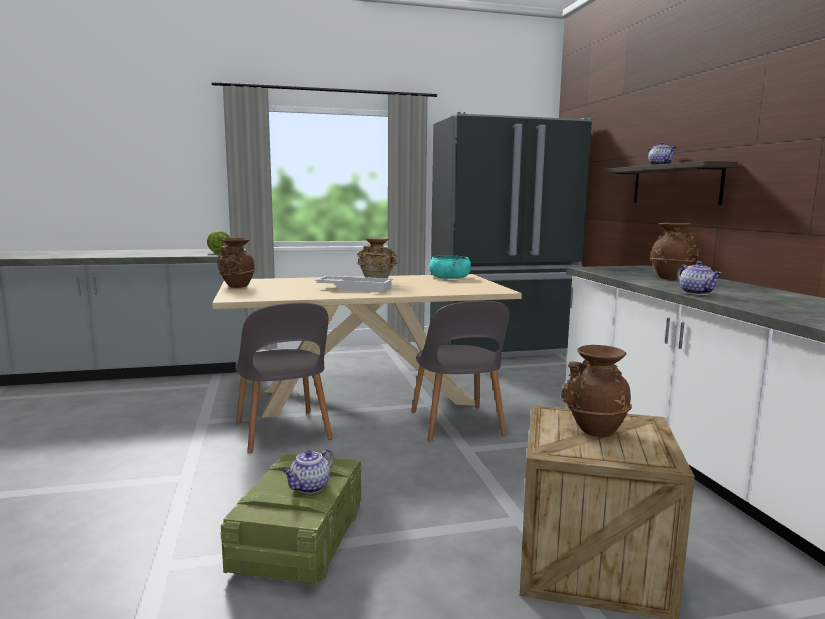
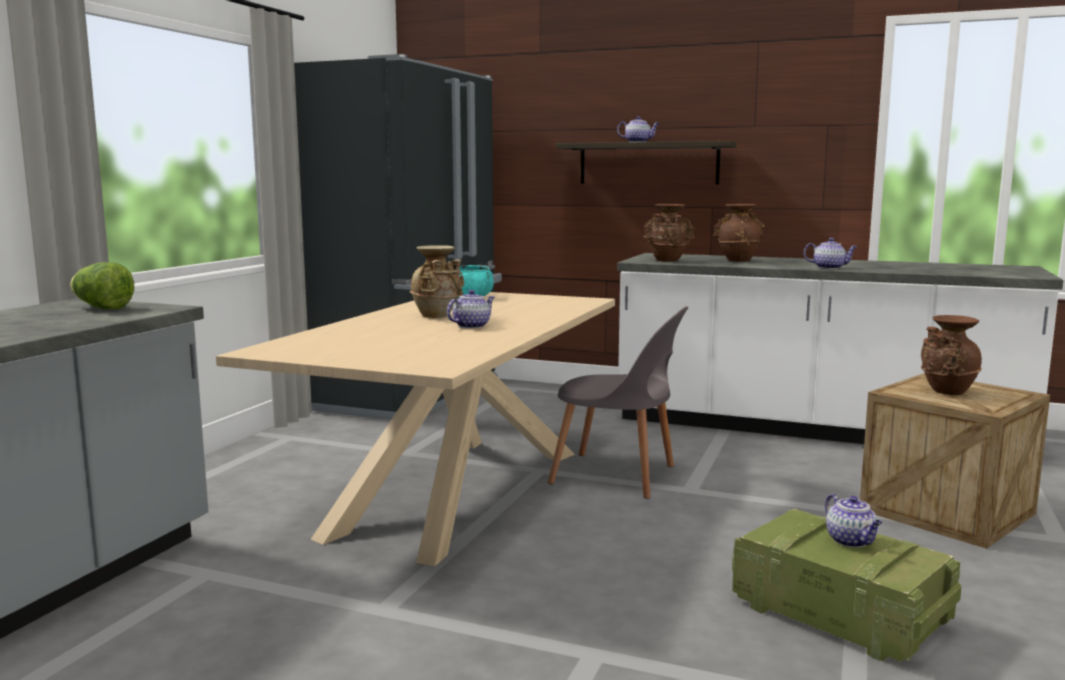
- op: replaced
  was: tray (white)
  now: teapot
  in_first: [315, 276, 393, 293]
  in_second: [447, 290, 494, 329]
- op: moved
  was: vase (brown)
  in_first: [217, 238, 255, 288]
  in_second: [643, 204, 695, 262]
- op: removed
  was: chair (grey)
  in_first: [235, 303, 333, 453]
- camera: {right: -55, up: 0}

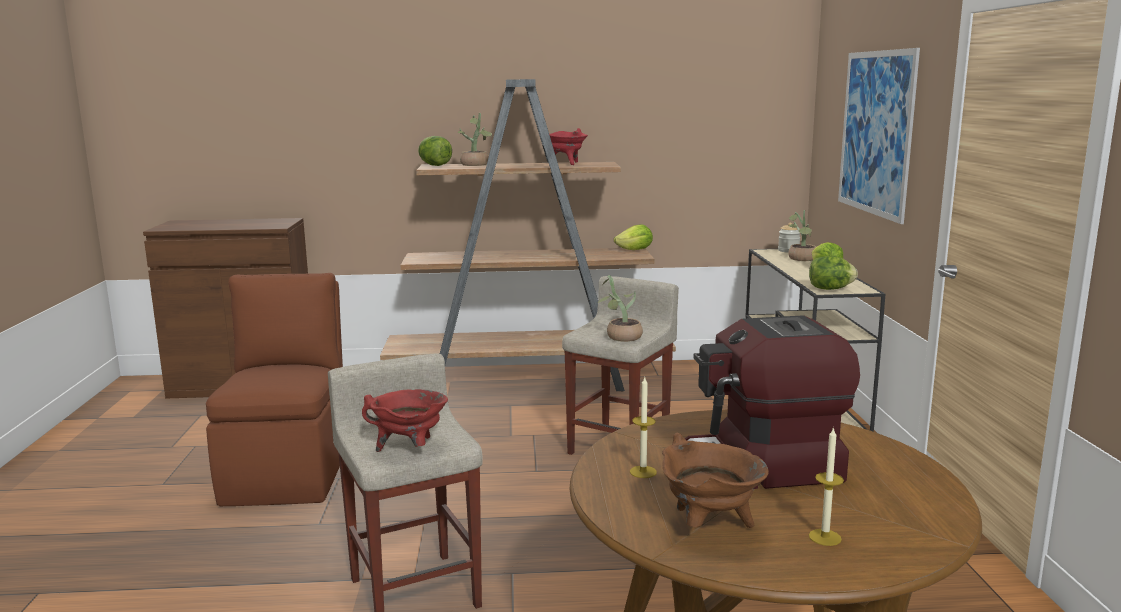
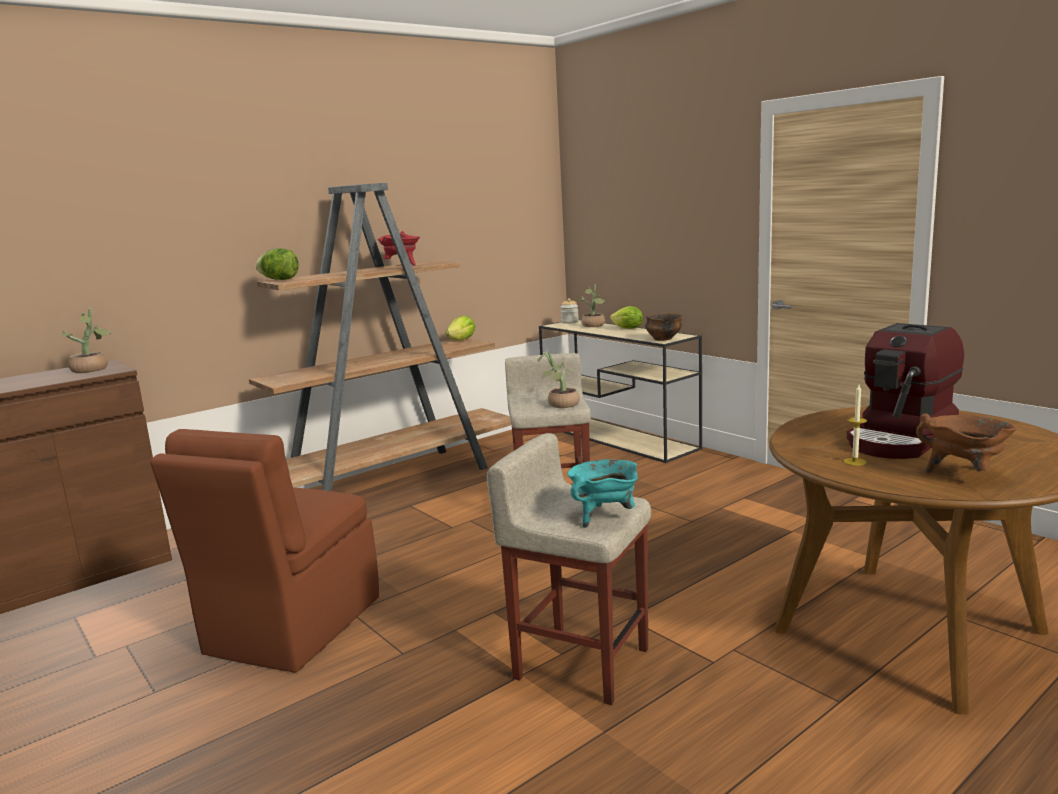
- op: moved
  was: potted plant
  in_first: [458, 113, 492, 166]
  in_second: [62, 309, 111, 373]
- op: turned
  was: chair (brown)
  in_first: [206, 273, 343, 506]
  in_second: [150, 429, 379, 673]
  clockwise: -120
- op: recoloured
  was: cooking pot (red)
  now: cooking pot (turquoise)
  in_first: [362, 389, 448, 452]
  in_second: [567, 459, 639, 528]
- op: replaced
  was: lettuce
  now: bowl
  in_first: [809, 256, 858, 290]
  in_second: [645, 313, 682, 341]
- op: removed
  was: candle
  in_first: [809, 427, 844, 546]
- op: removed
  was: picture
  in_first: [838, 48, 920, 224]
- camera: {right: -35, up: 0}

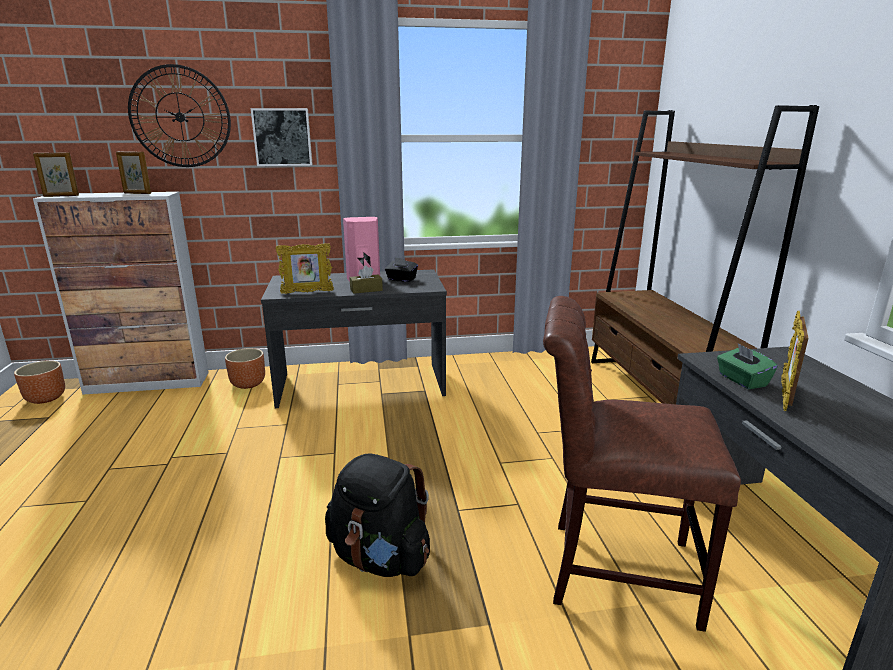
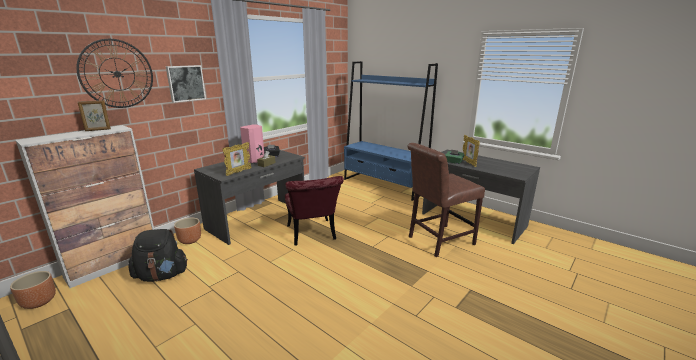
- op: moved
  was: backpack (black)
  in_first: [325, 453, 430, 577]
  in_second: [128, 229, 188, 282]
- op: added
  now: chair (red)
  in_second: [285, 176, 344, 246]
- op: recoloured
  was: bookcase (brown)
  now: bookcase (blue)
  in_first: [591, 105, 819, 405]
  in_second: [344, 61, 438, 201]
- op: removed
  was: picture frame
  in_first: [33, 152, 79, 197]
- camera: {right: -40, up: 0}

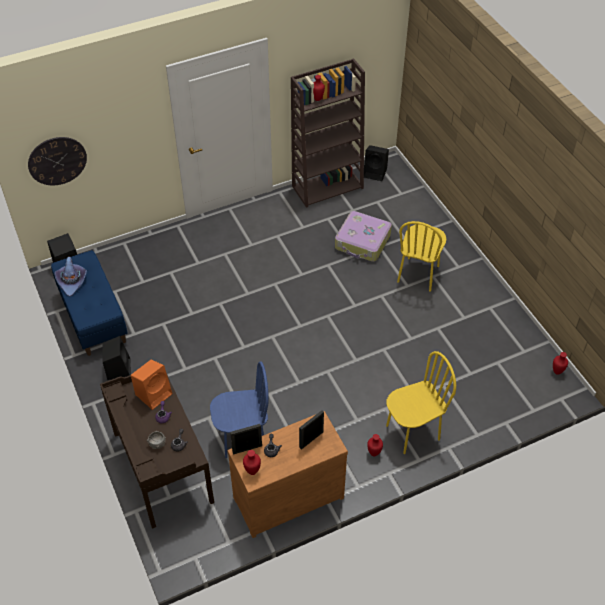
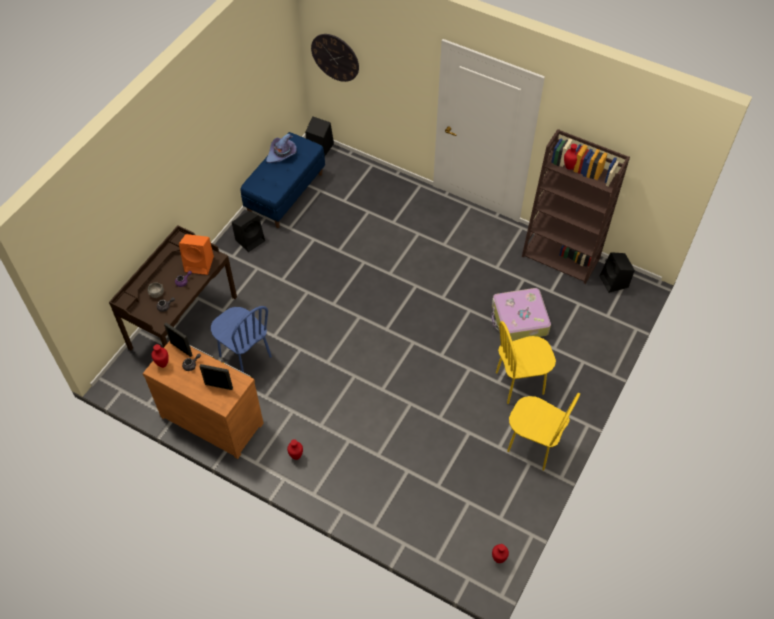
- op: moved
  was: chair (yellow)
  in_first: [386, 351, 456, 454]
  in_second: [507, 393, 580, 471]
- camera: {right: 55, up: 5}

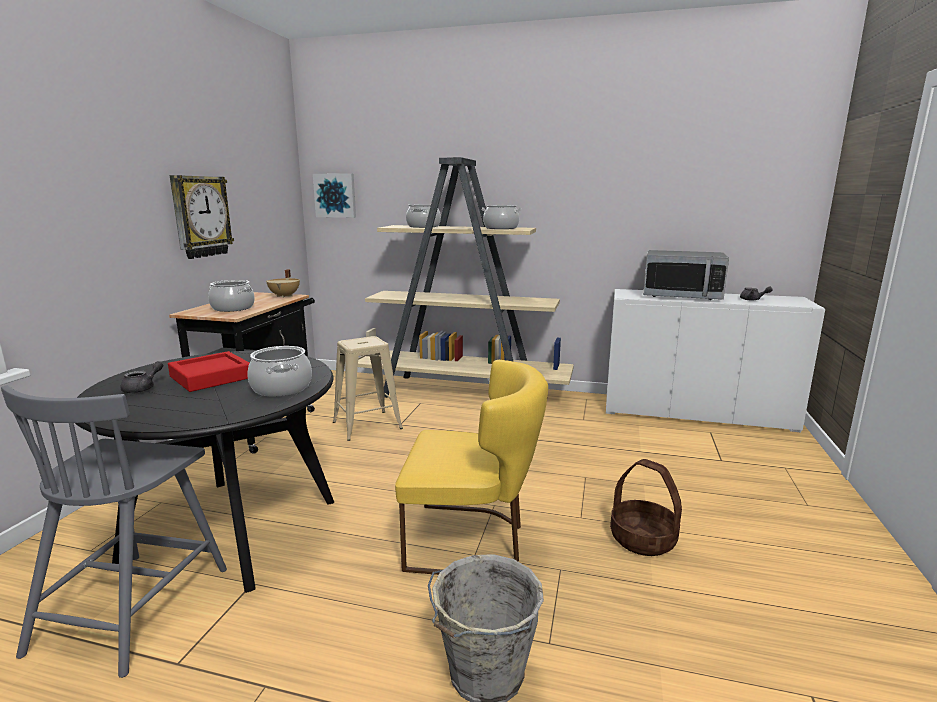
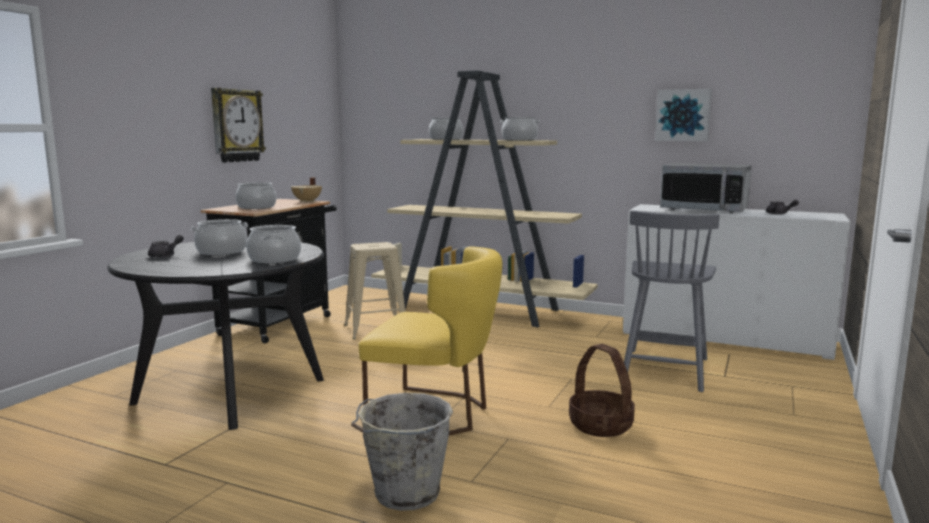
- op: replaced
  was: tray (red)
  now: cooking pot
  in_first: [168, 351, 250, 392]
  in_second: [190, 219, 248, 256]
- op: moved
  was: chair (grey)
  in_first: [1, 385, 227, 678]
  in_second: [624, 210, 720, 392]
- op: moved
  was: picture
  in_first: [313, 173, 356, 218]
  in_second: [655, 89, 712, 141]
- camera: {right: 10, up: -5}

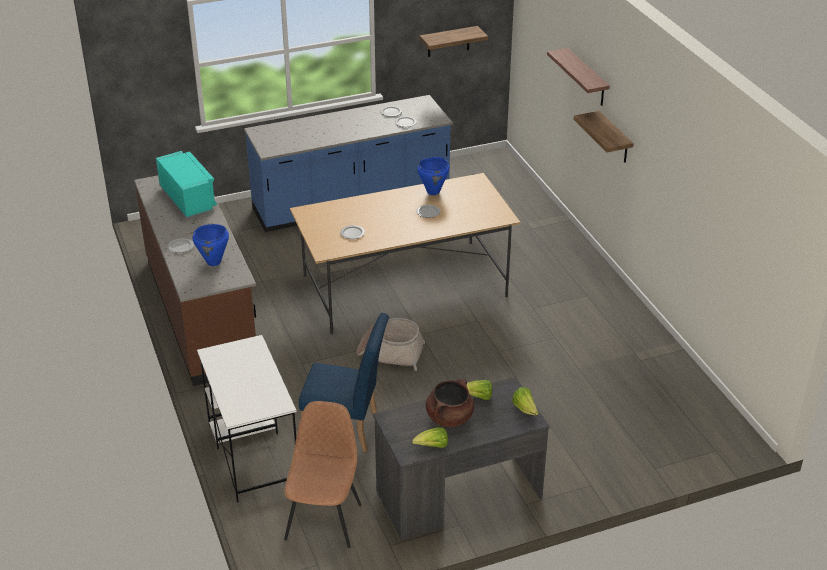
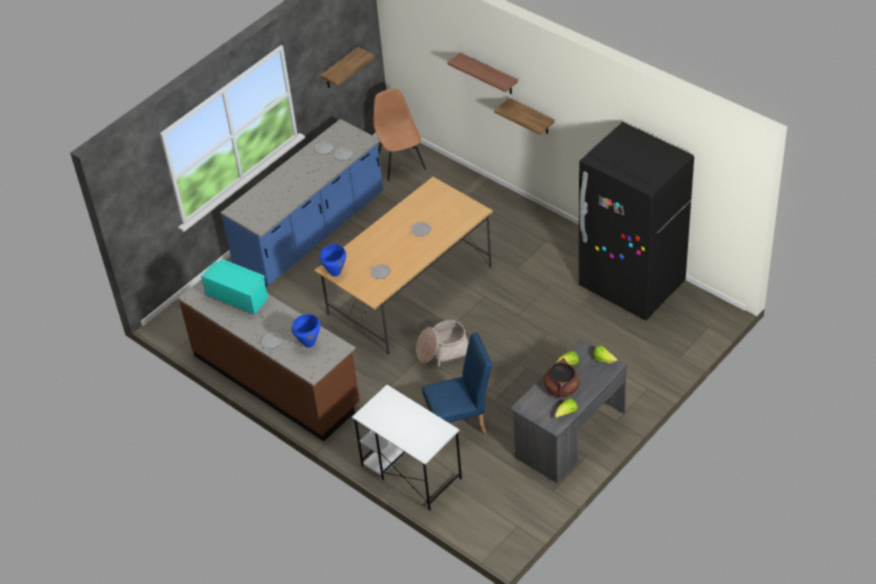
- op: moved
  was: cooking pot (blue)
  in_first: [417, 157, 450, 195]
  in_second: [319, 244, 346, 276]
- op: moved
  was: chair (brown)
  in_first: [284, 401, 361, 548]
  in_second: [374, 88, 426, 181]
- op: added
  now: fridge (black)
  in_second: [579, 122, 694, 321]
- camera: {right: -25, up: 10}

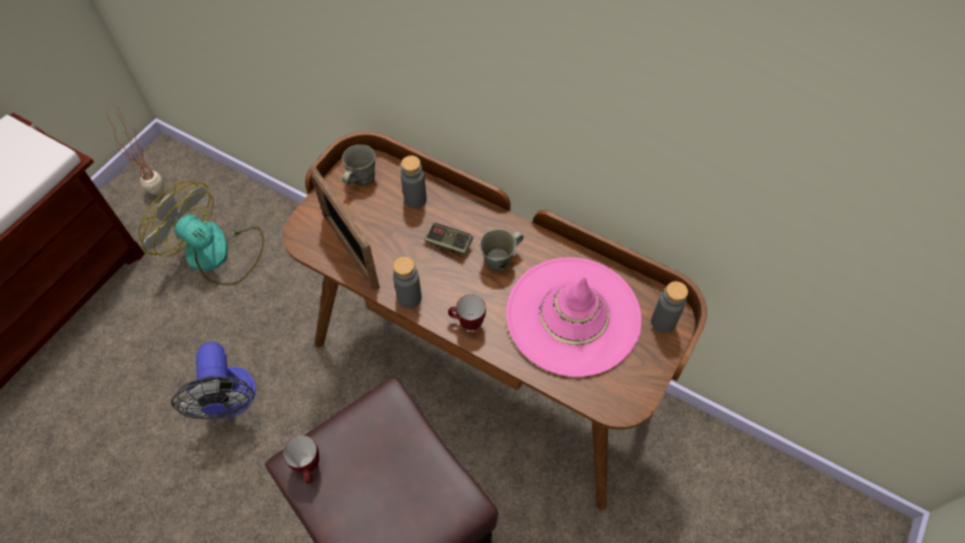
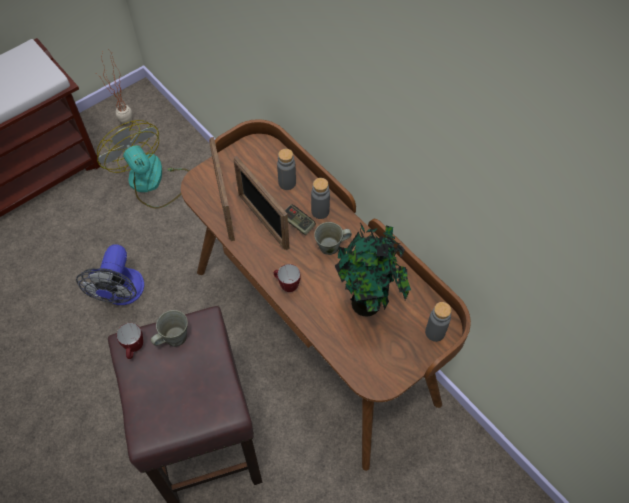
- op: moved
  was: mug (grey)
  in_first: [342, 145, 376, 186]
  in_second: [151, 310, 188, 347]
- op: added
  now: picture frame
  in_second: [233, 156, 289, 250]
- op: moved
  was: bottle (grey)
  in_first: [393, 257, 422, 309]
  in_second: [311, 178, 330, 219]
- op: replaced
  was: hat (pink)
  now: potted plant
  in_first: [506, 257, 641, 377]
  in_second: [335, 222, 411, 317]
- camera: {right: 20, up: 0}

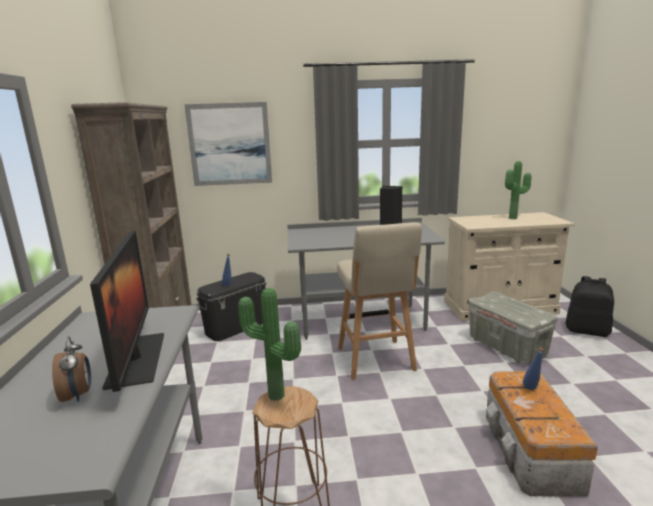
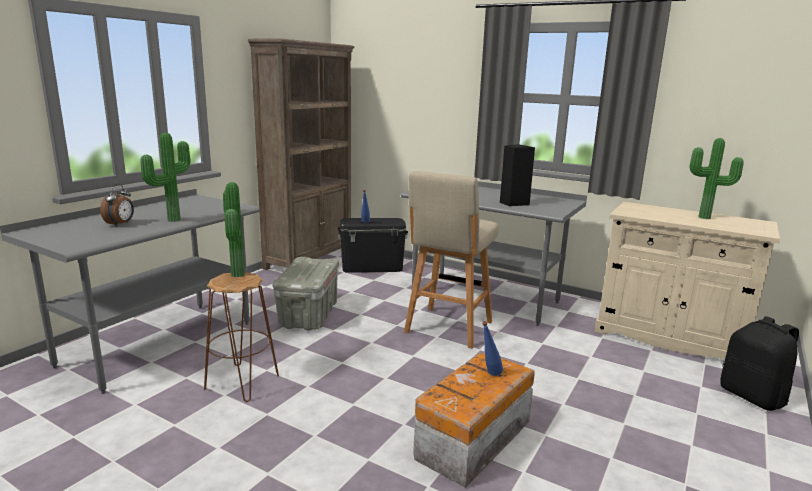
- op: replaced
  was: monitor
  now: potted plant
  in_first: [90, 231, 164, 392]
  in_second: [141, 133, 190, 222]
- op: moved
  was: storage box (grey)
  in_first: [468, 292, 558, 364]
  in_second: [273, 257, 339, 331]
- op: removed
  was: picture
  in_first: [184, 102, 272, 186]
- camera: {right: 35, up: 0}

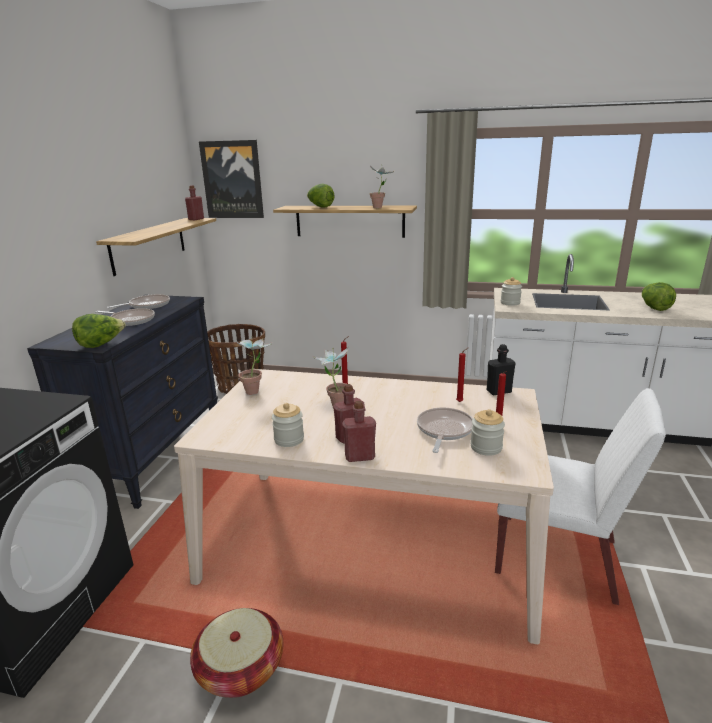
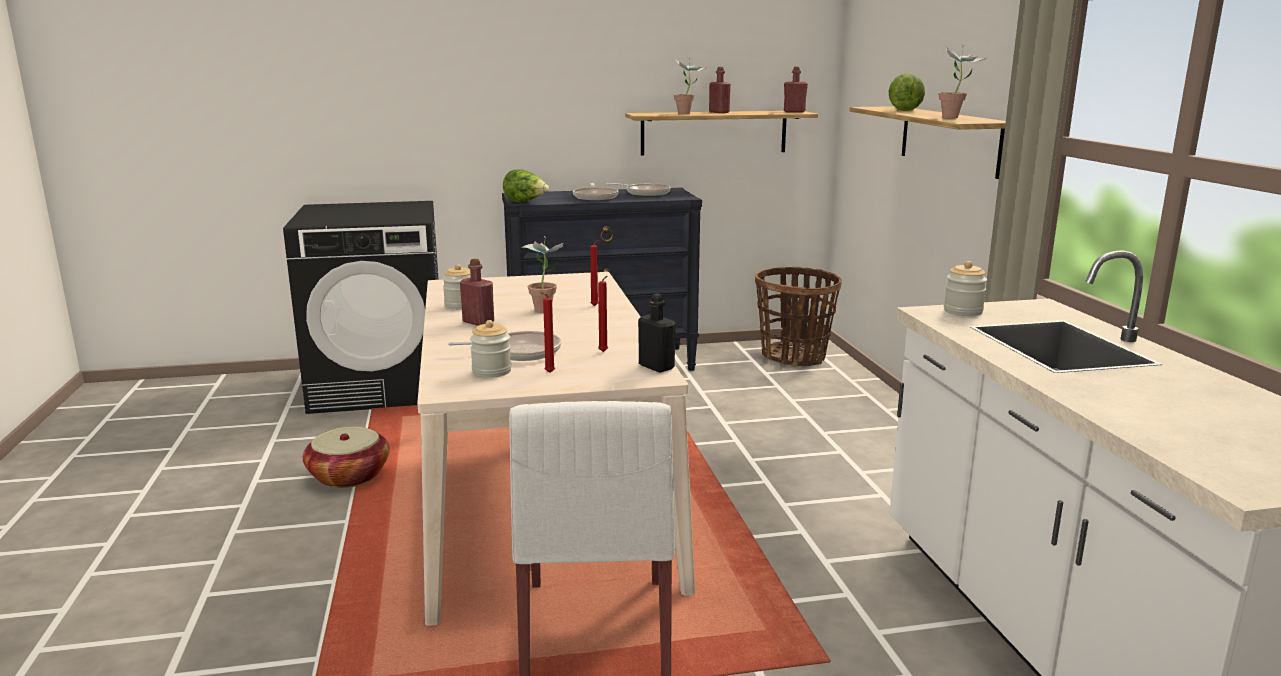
- op: moved
  was: potted plant
  in_first: [236, 339, 273, 395]
  in_second: [674, 58, 707, 114]
- op: moved
  was: bottle (red)
  in_first: [342, 401, 376, 462]
  in_second: [709, 67, 731, 113]
- op: removed
  was: picture
  in_first: [199, 140, 264, 218]
- op: removed
  was: lettuce
  in_first: [642, 282, 676, 311]
- camera: {right: 65, up: -5}

